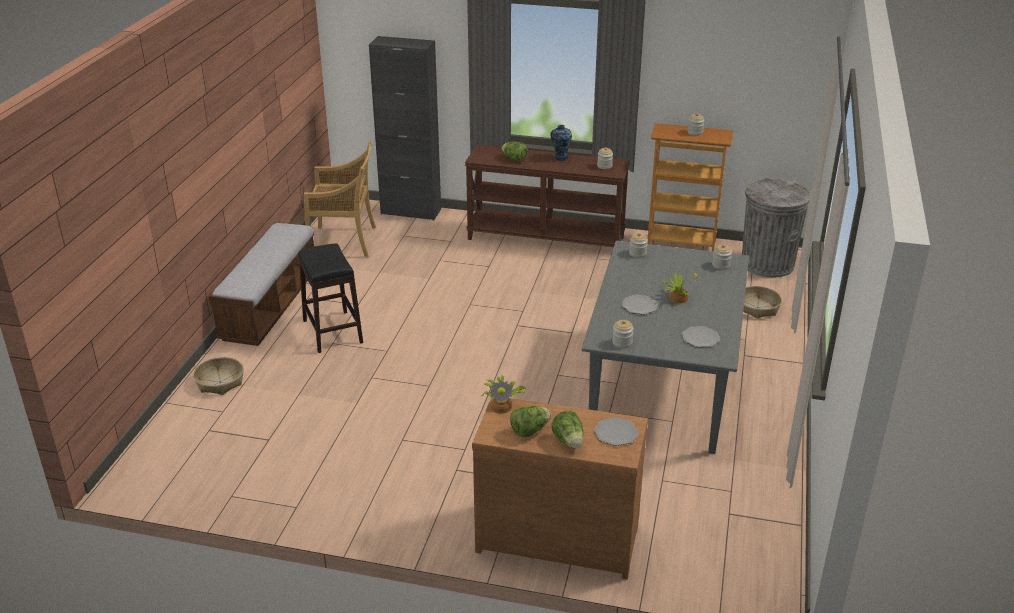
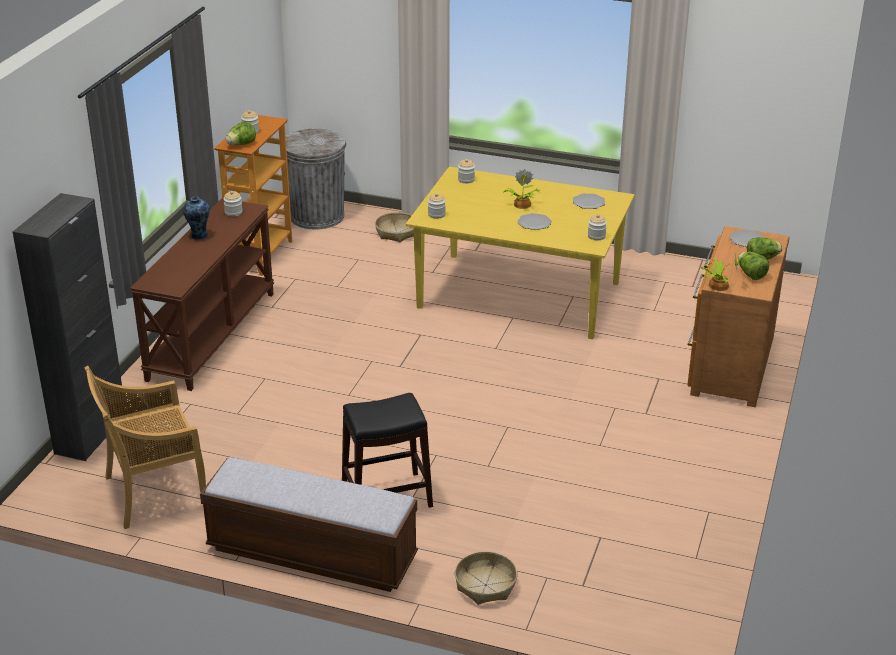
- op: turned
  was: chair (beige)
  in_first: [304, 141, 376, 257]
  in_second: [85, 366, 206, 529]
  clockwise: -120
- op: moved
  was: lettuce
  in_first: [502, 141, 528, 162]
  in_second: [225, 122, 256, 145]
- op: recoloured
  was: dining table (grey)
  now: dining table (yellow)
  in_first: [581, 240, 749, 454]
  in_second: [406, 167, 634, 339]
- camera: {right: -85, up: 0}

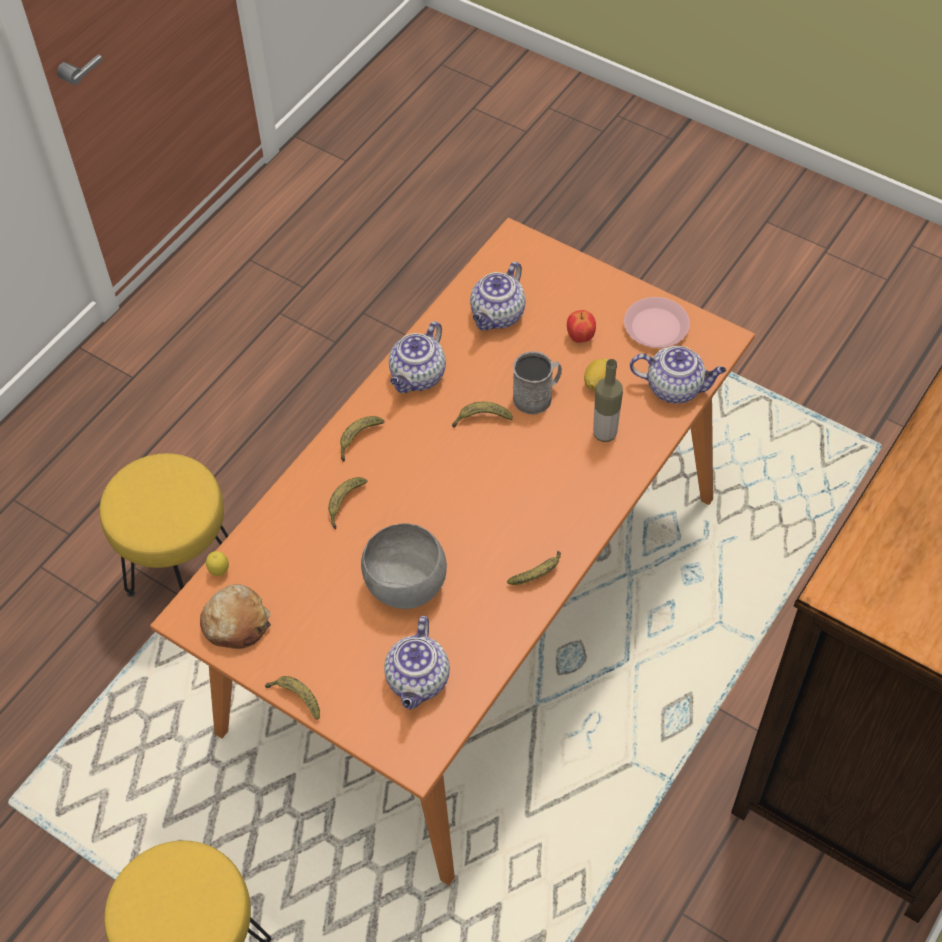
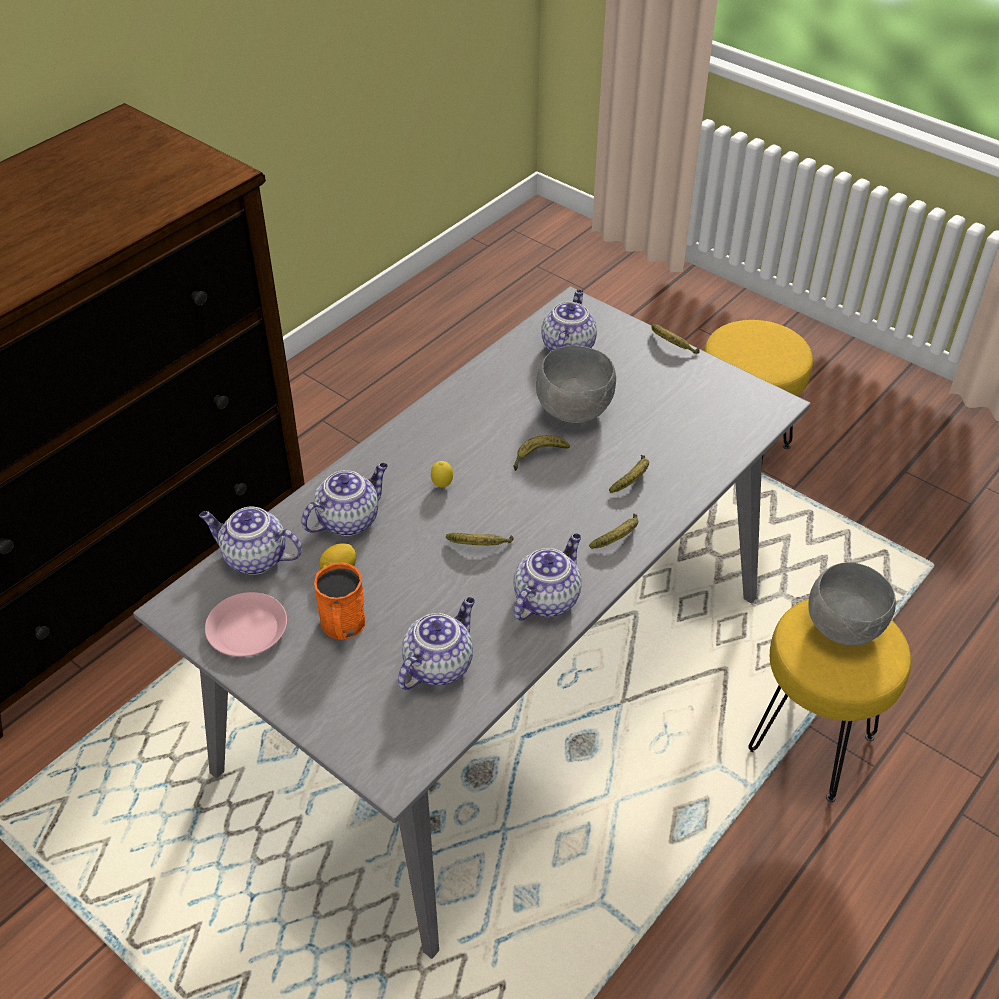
- op: recoloured
  was: dining table (orange)
  now: dining table (grey)
  in_first: [150, 218, 755, 886]
  in_second: [133, 286, 811, 959]
- op: replaced
  was: bottle
  now: teapot
  in_first: [593, 359, 623, 442]
  in_second: [301, 463, 388, 536]
- op: replaced
  was: apple
  now: mug (orange)
  in_first: [567, 310, 596, 343]
  in_second: [314, 562, 366, 640]
- op: moved
  was: lemon
  in_first: [206, 551, 229, 576]
  in_second: [431, 461, 453, 487]
- op: moved
  was: banana
  in_first: [507, 551, 561, 585]
  in_second: [514, 435, 570, 471]
- op: added
  now: bowl (grey)
  in_second: [808, 562, 896, 646]
- op: removed
  was: bread
  in_first: [200, 584, 271, 649]
- op: removed
  was: mug (grey)
  in_first: [513, 351, 562, 414]
- camera: {right: -175, up: -10}

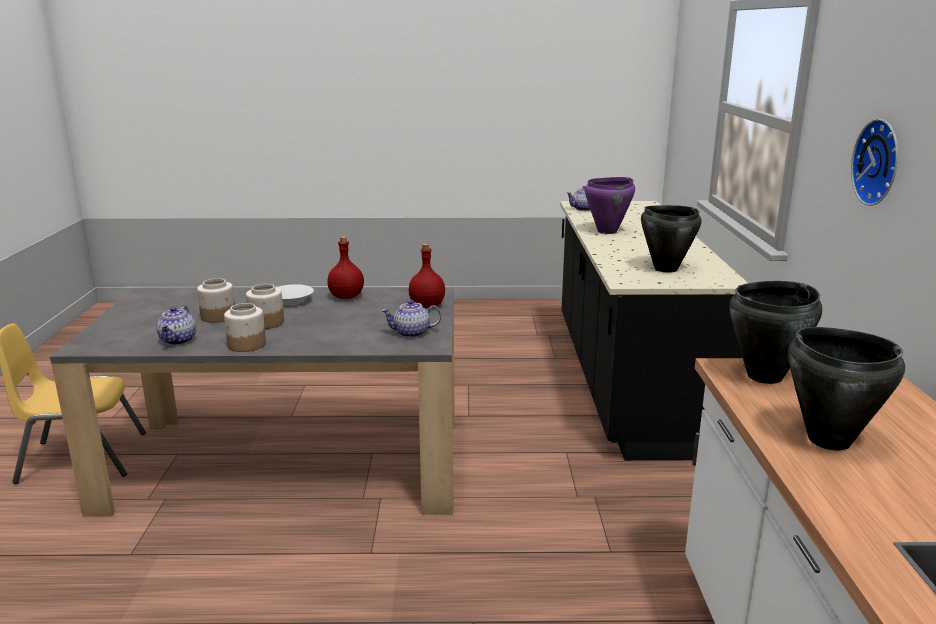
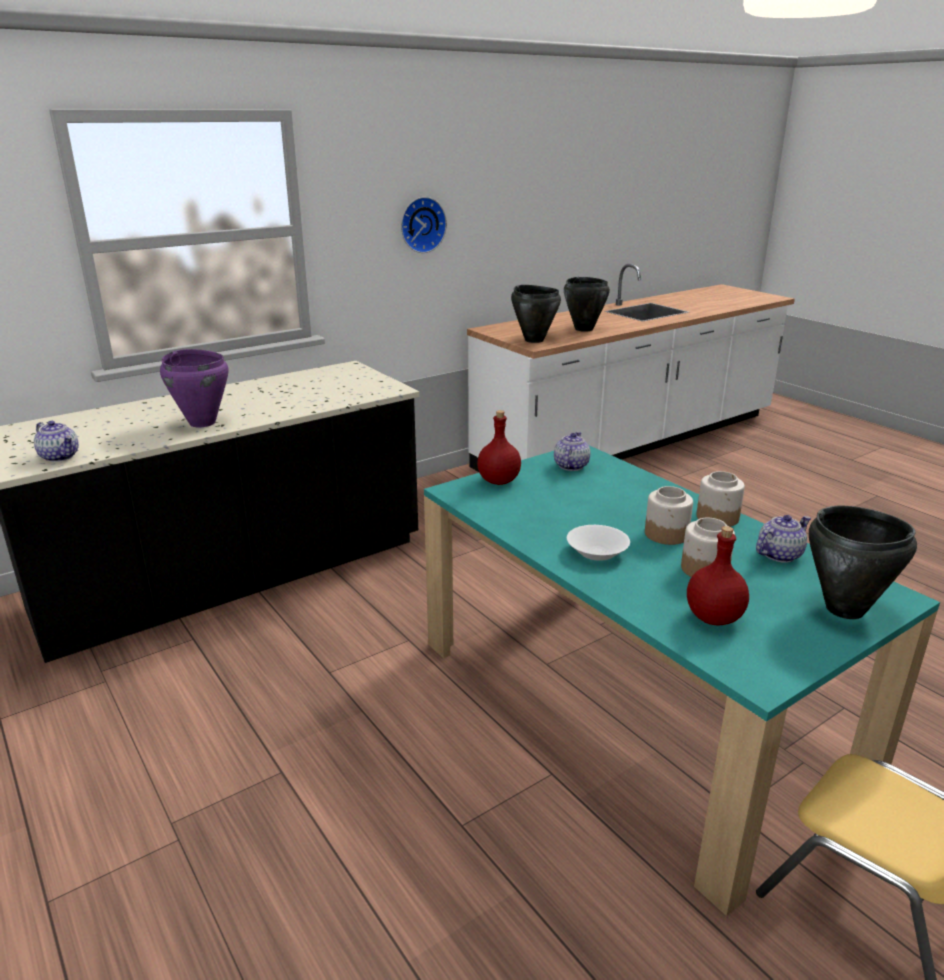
- op: recoloured
  was: dining table (grey)
  now: dining table (turquoise)
  in_first: [50, 287, 455, 517]
  in_second: [424, 445, 940, 916]
- op: turned
  was: teapot
  in_first: [381, 300, 441, 338]
  in_second: [554, 432, 590, 471]
  clockwise: -120
- op: moved
  was: bottle (red)
  in_first: [327, 236, 364, 299]
  in_second: [687, 526, 749, 625]
- op: moved
  was: cooking pot (black)
  in_first: [641, 205, 701, 273]
  in_second: [809, 506, 917, 619]
- camera: {right: -125, up: 5}

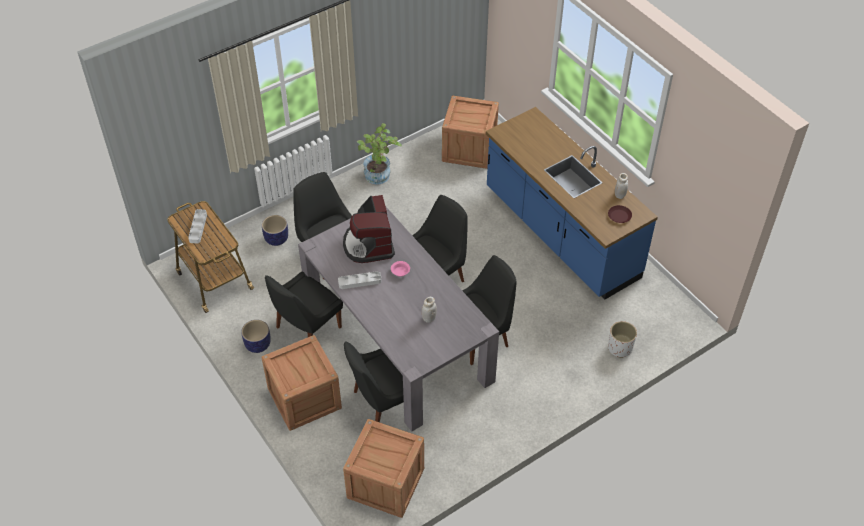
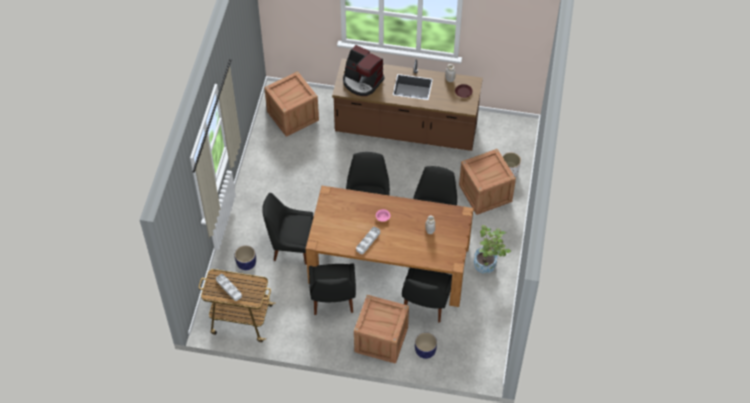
- op: recoloured
  was: dining table (grey)
  now: dining table (brown)
  in_first: [298, 207, 499, 431]
  in_second: [305, 186, 474, 307]
- op: recoloured
  was: counter (blue)
  now: counter (brown)
  in_first: [486, 107, 658, 300]
  in_second: [332, 58, 483, 151]
- op: moved
  was: coffee machine
  in_first: [343, 195, 395, 263]
  in_second: [343, 45, 384, 96]
- op: moved
  was: planter
  in_first: [241, 320, 271, 353]
  in_second: [415, 332, 437, 359]
- op: moved
  was: crate
  in_first: [343, 419, 424, 518]
  in_second: [459, 149, 516, 215]
- op: moved
  was: potted plant
  in_first: [357, 123, 402, 185]
  in_second: [474, 225, 511, 274]
- camera: {right: -45, up: 5}

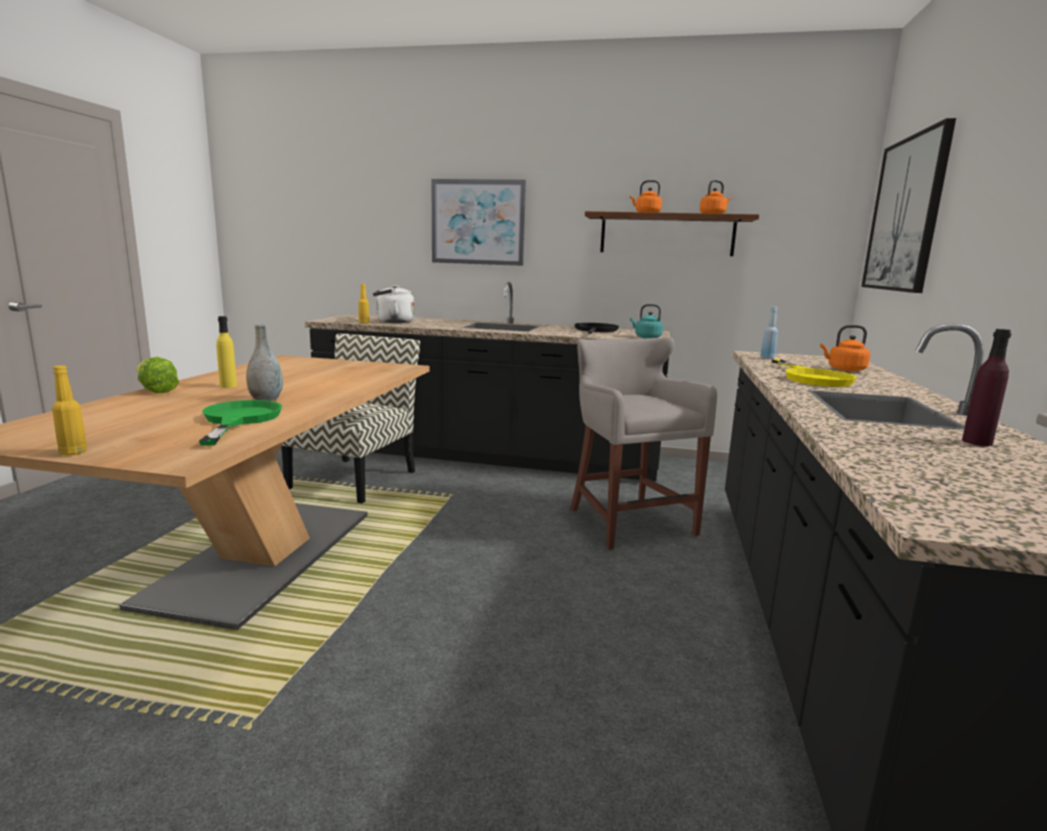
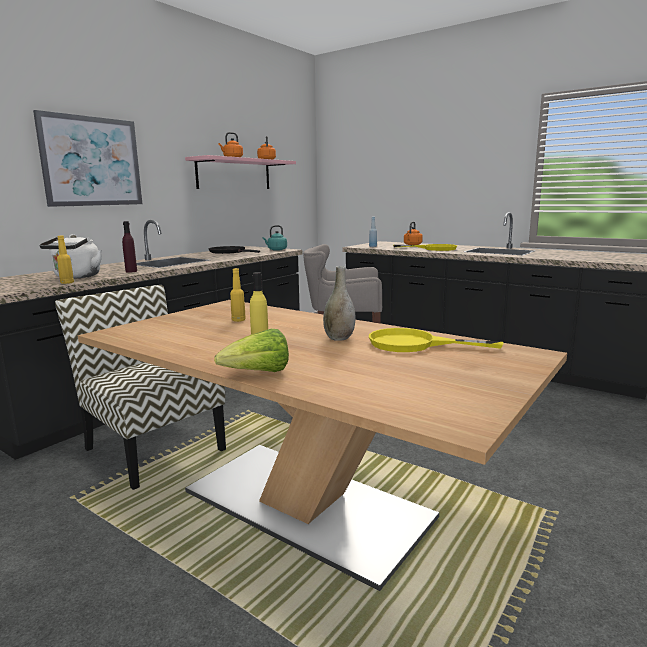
- op: moved
  was: bottle (purple)
  in_first: [962, 329, 1011, 446]
  in_second: [122, 221, 137, 272]
- op: recoloured
  was: shelf (brown)
  now: shelf (pink)
  in_first: [585, 211, 759, 256]
  in_second: [185, 155, 296, 189]
- op: moved
  was: bottle (yellow)
  in_first: [52, 365, 87, 455]
  in_second: [230, 268, 246, 322]
- op: recoloured
  was: frying pan (green)
  now: frying pan (yellow)
  in_first: [199, 400, 282, 446]
  in_second: [369, 328, 504, 352]
- op: removed
  was: picture
  in_first: [861, 118, 956, 293]
- camera: {right: -65, up: 0}

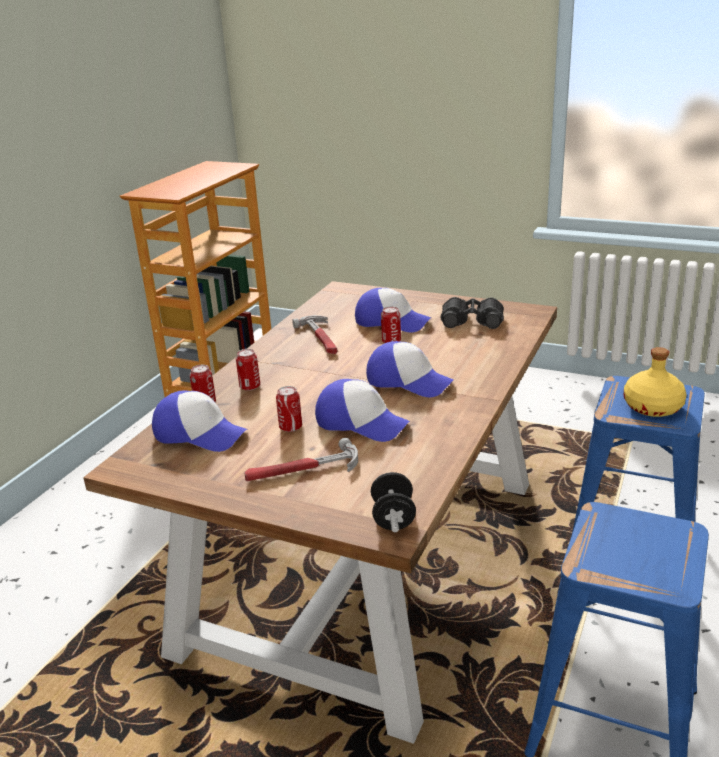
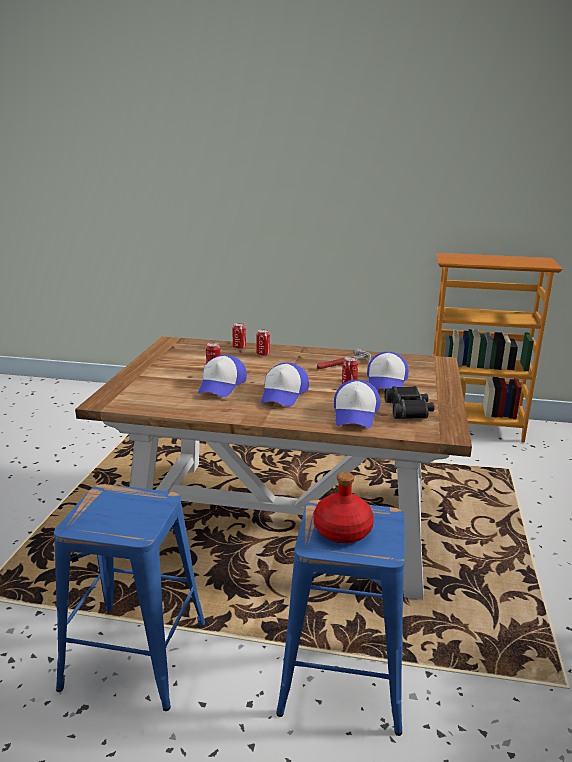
- op: recoloured
  was: bottle (yellow)
  now: bottle (red)
  in_first: [624, 347, 687, 417]
  in_second: [314, 472, 374, 543]
- op: moved
  was: cap
  in_first: [152, 390, 247, 452]
  in_second: [334, 380, 380, 428]
- op: removed
  was: hammer
  in_first: [244, 438, 358, 481]
- op: removed
  was: dumbbell (black)
  in_first: [371, 472, 416, 533]
- camera: {right: 75, up: -5}

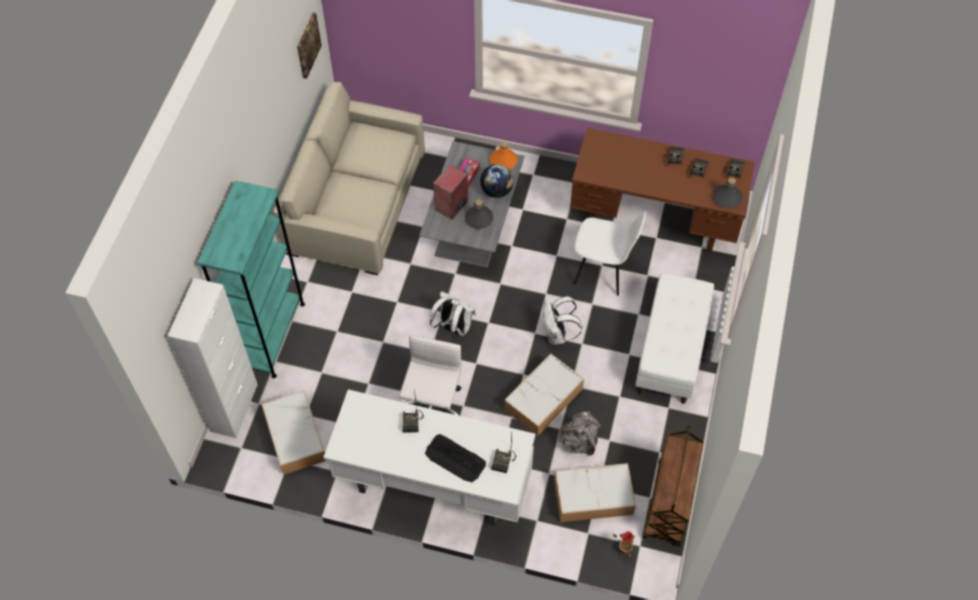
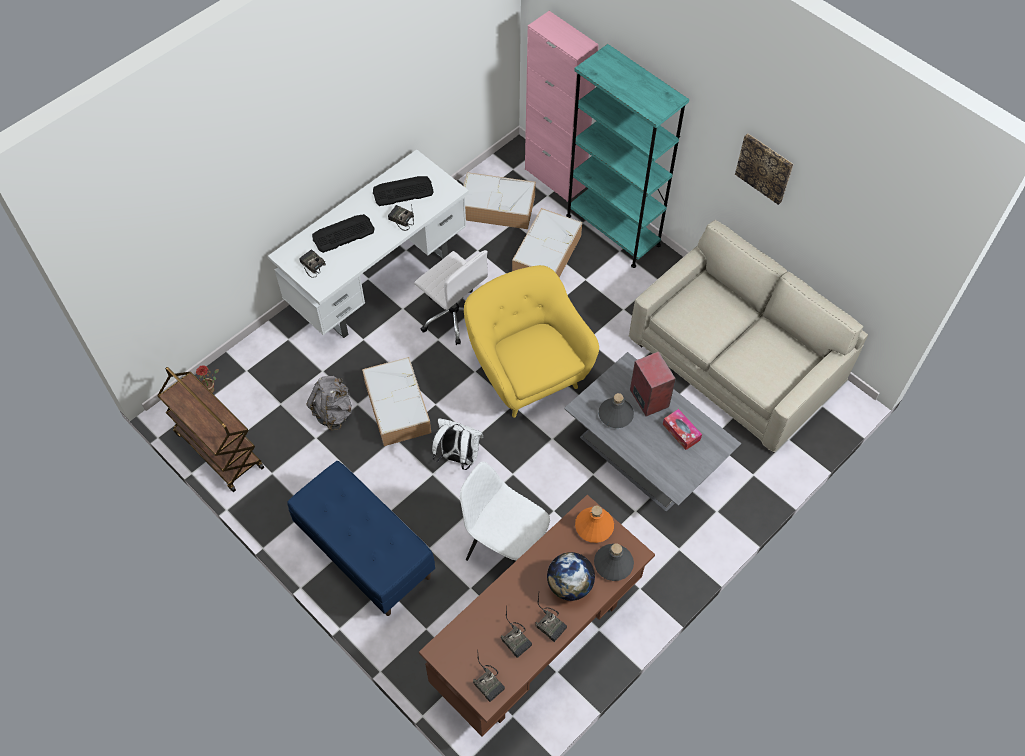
- op: recoloured
  was: bench (white)
  now: bench (blue)
  in_first: [635, 273, 714, 404]
  in_second: [287, 461, 435, 616]
- op: added
  now: keyboard
  in_second: [373, 176, 434, 206]
- op: turned
  was: chair (white)
  in_first: [574, 211, 647, 296]
  in_second: [460, 462, 550, 564]
  clockwise: 75
- op: replaced
  was: backpack (white)
  now: armchair (yellow)
  in_first: [430, 291, 476, 339]
  in_second: [464, 265, 599, 418]
- op: moved
  was: storage box
  in_first: [554, 463, 636, 522]
  in_second: [512, 208, 582, 277]
- op: recoloured
  was: cabinet (white)
  now: cabinet (pink)
  in_first: [168, 278, 258, 438]
  in_second: [525, 11, 599, 202]
- op: moved
  was: globe
  in_first: [480, 164, 514, 198]
  in_second: [547, 552, 595, 601]
- op: moved
  was: bottle (orange)
  in_first: [490, 141, 518, 170]
  in_second: [575, 505, 614, 543]
- op: moved
  was: bottle (grey)
  in_first: [713, 178, 743, 208]
  in_second: [594, 544, 634, 581]
- op: moved
  was: picture
  in_first: [297, 12, 322, 79]
  in_second: [735, 133, 793, 205]
- camera: {right: 120, up: 0}

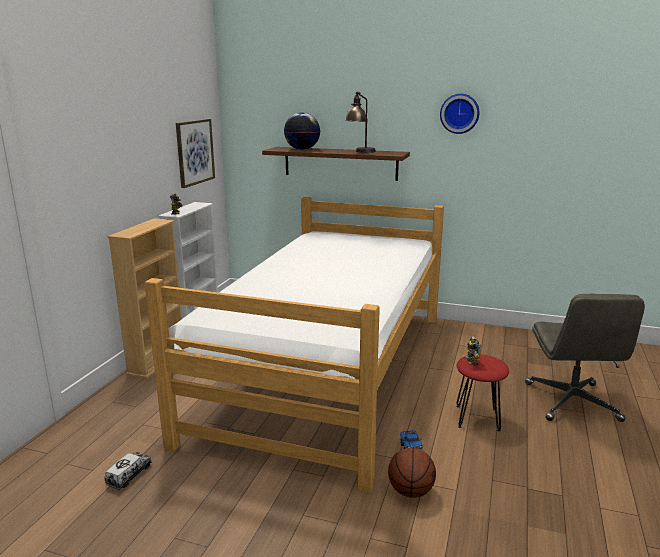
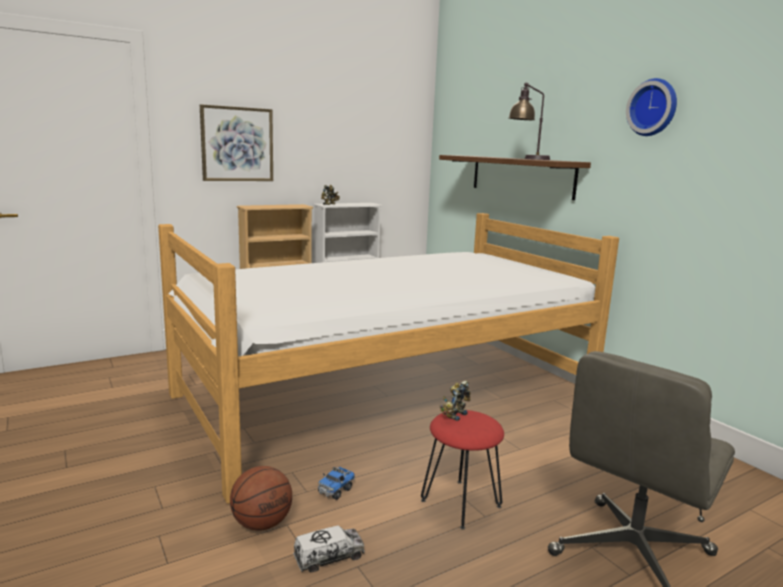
- op: moved
  was: picture
  in_first: [176, 119, 215, 188]
  in_second: [200, 104, 273, 181]
- op: moved
  was: toy truck
  in_first: [105, 452, 152, 490]
  in_second: [293, 526, 365, 572]
- op: removed
  was: globe
  in_first: [284, 112, 320, 150]
- camera: {right: 40, up: -5}

